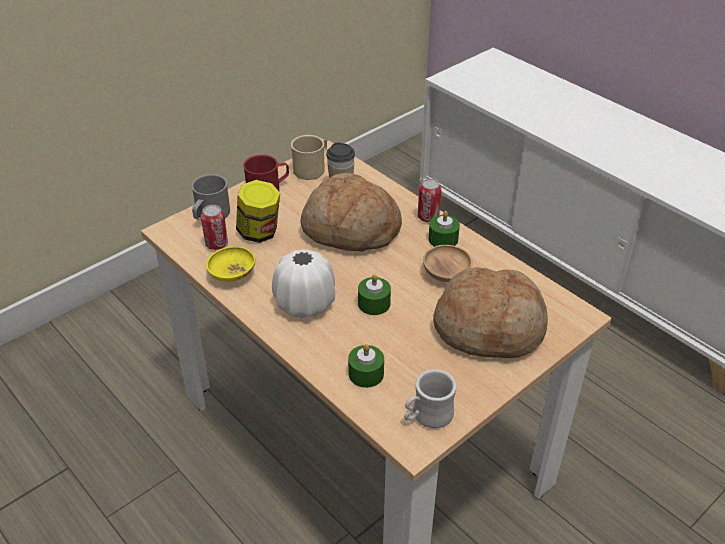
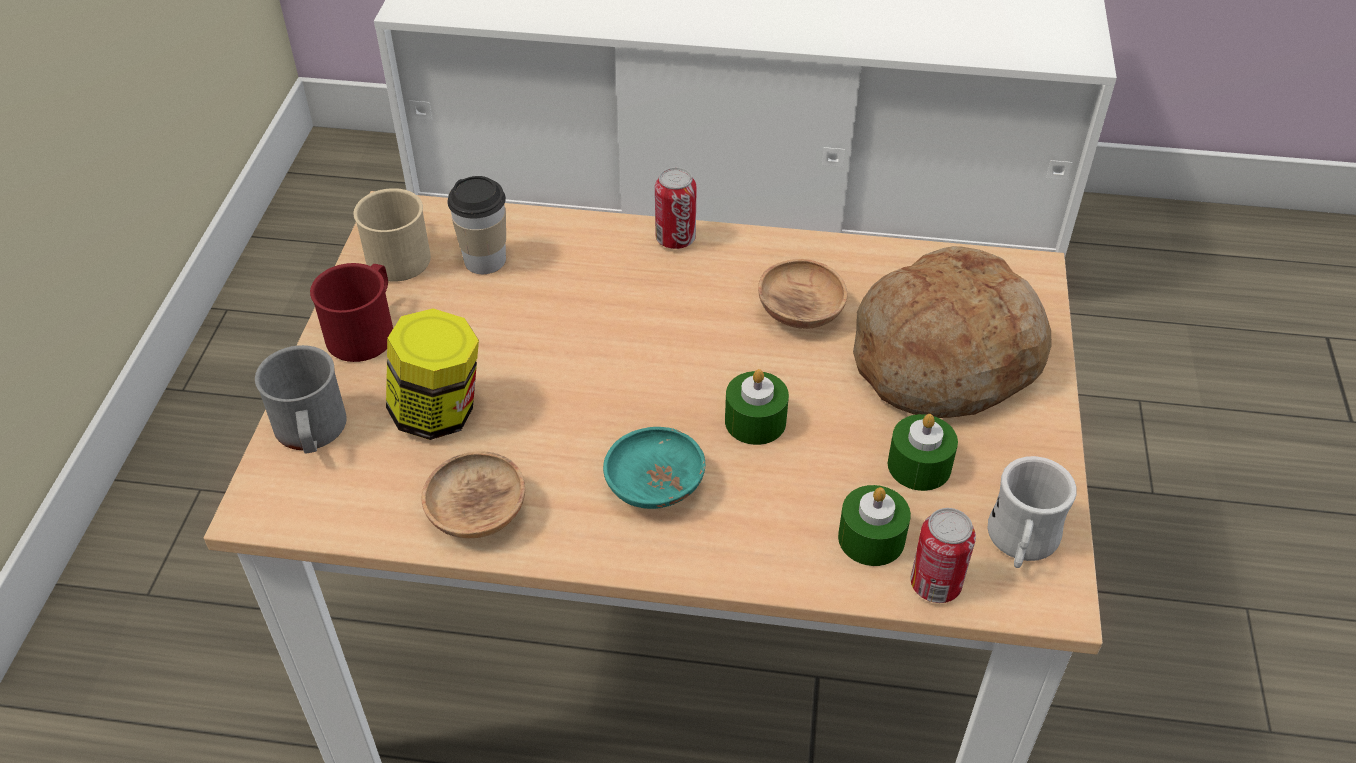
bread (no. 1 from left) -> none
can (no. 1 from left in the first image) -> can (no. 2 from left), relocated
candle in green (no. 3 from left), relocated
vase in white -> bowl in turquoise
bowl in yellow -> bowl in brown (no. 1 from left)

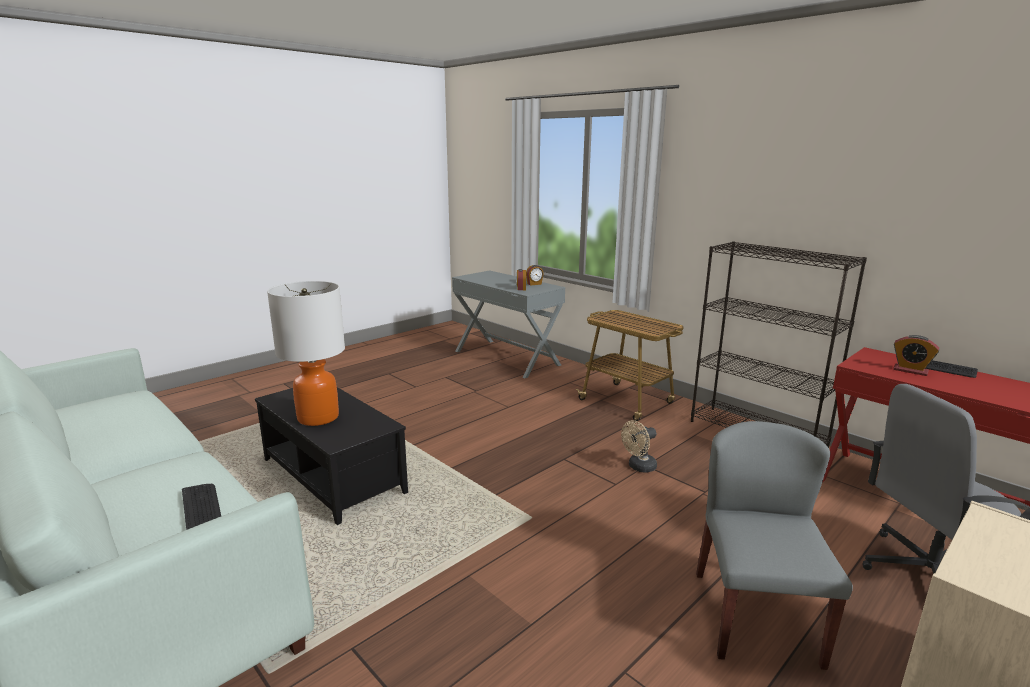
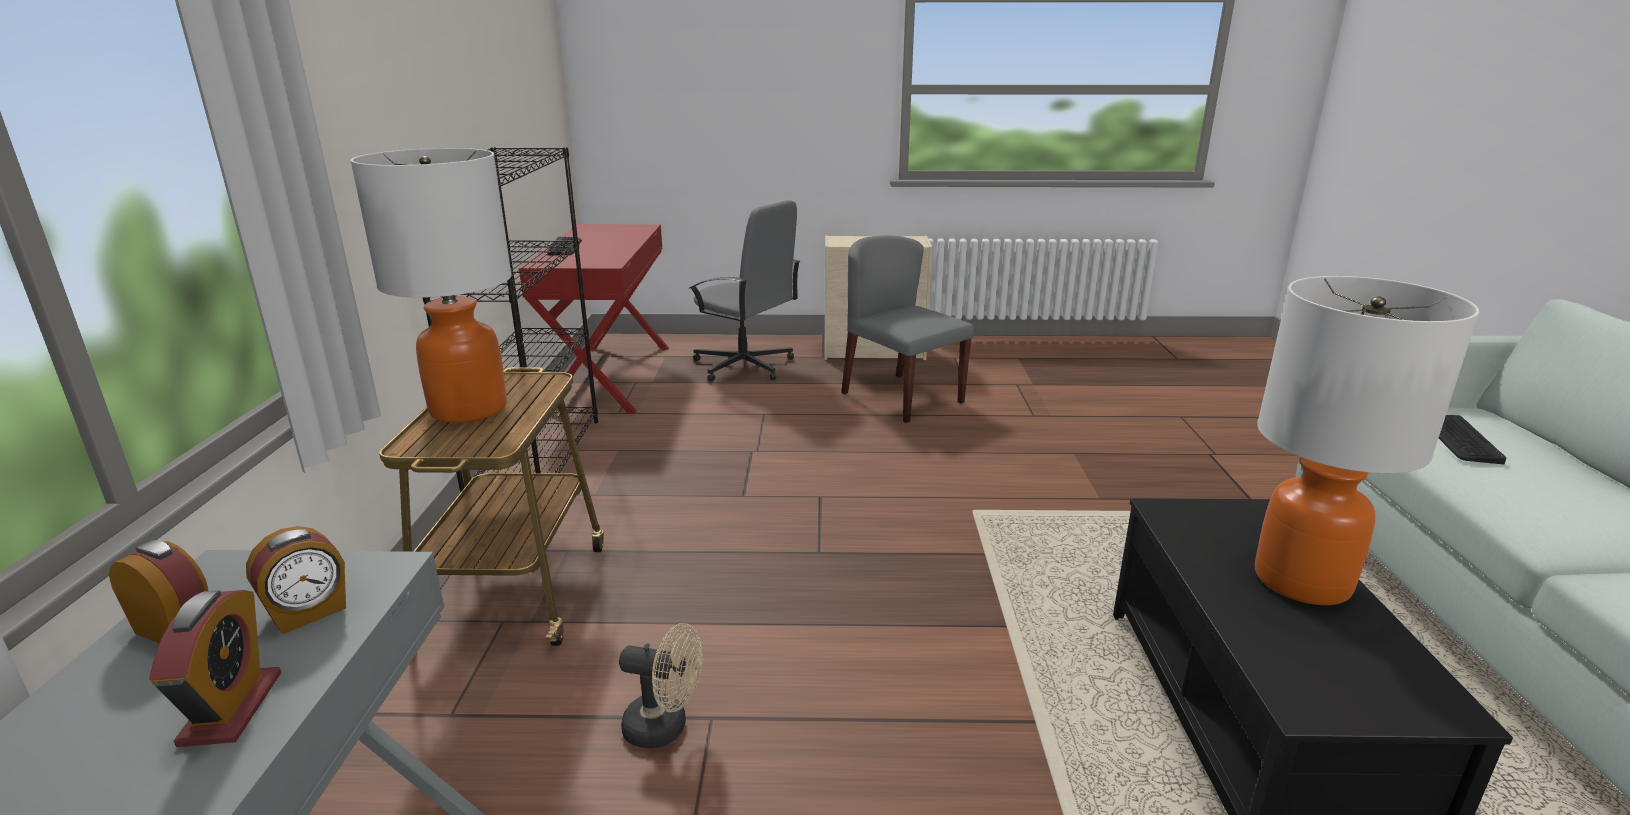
none -> table lamp (no. 1 from left)
fan in beige, relocated
alarm clock (no. 3 from left in the first image) -> alarm clock (no. 2 from left), relocated
chair in grey, 90 degrees clockwise

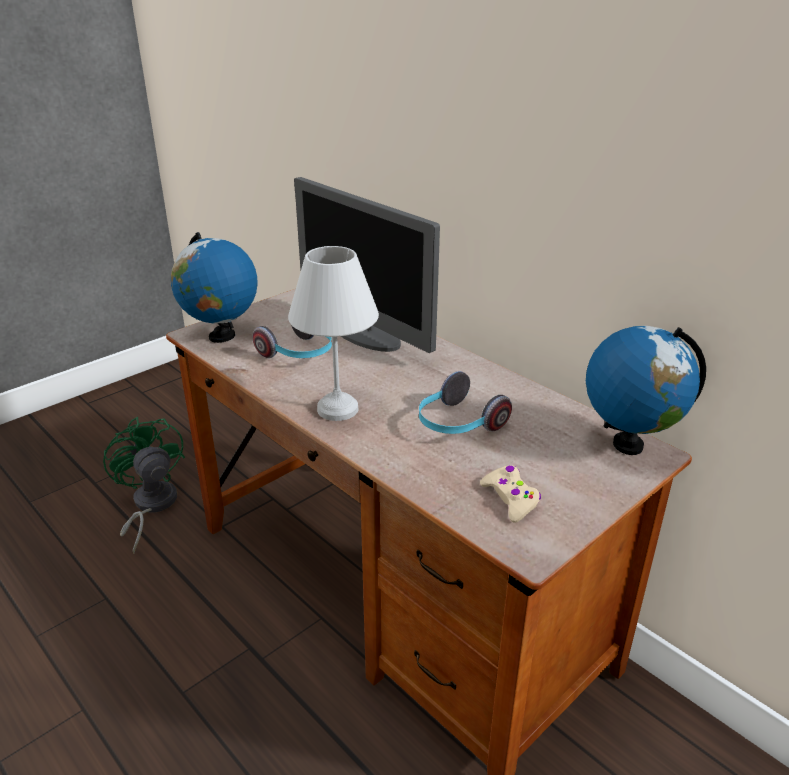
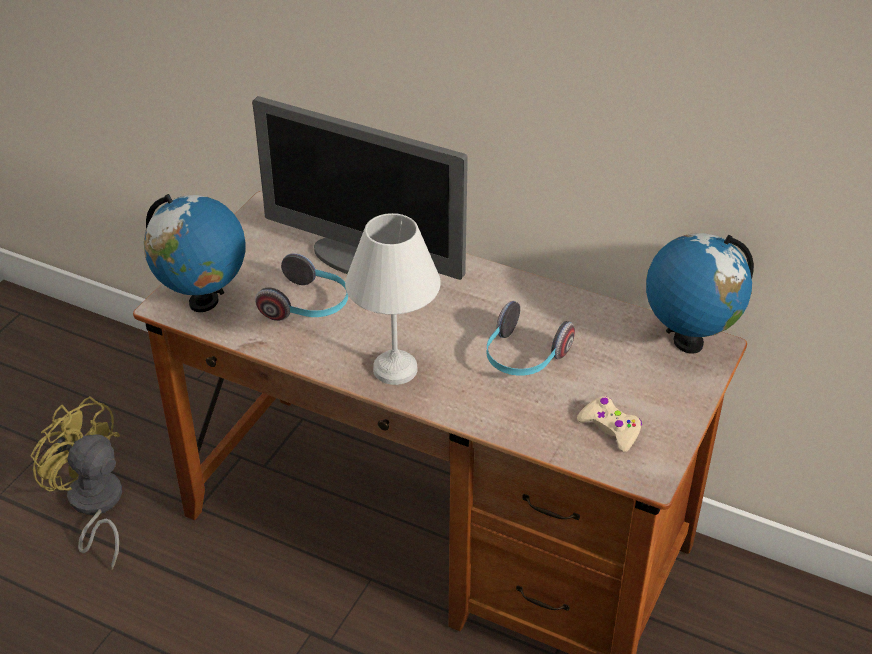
fan in green -> fan in yellow

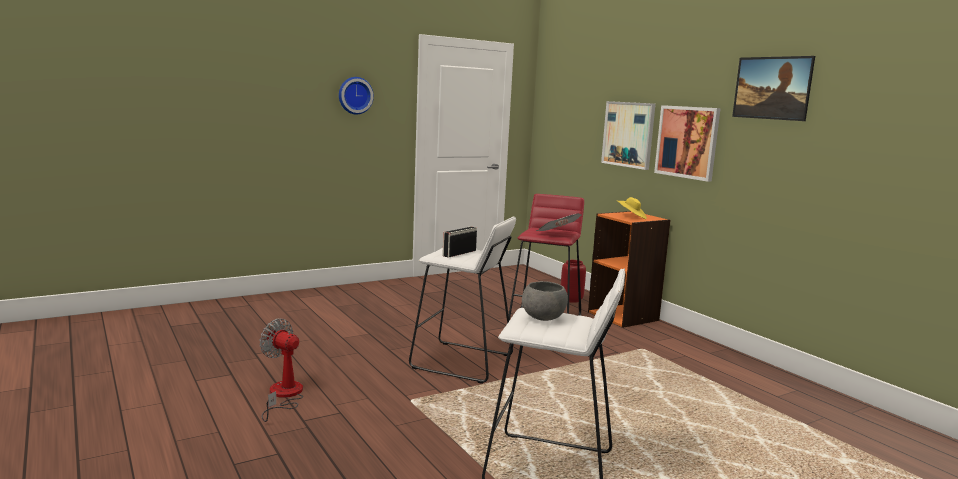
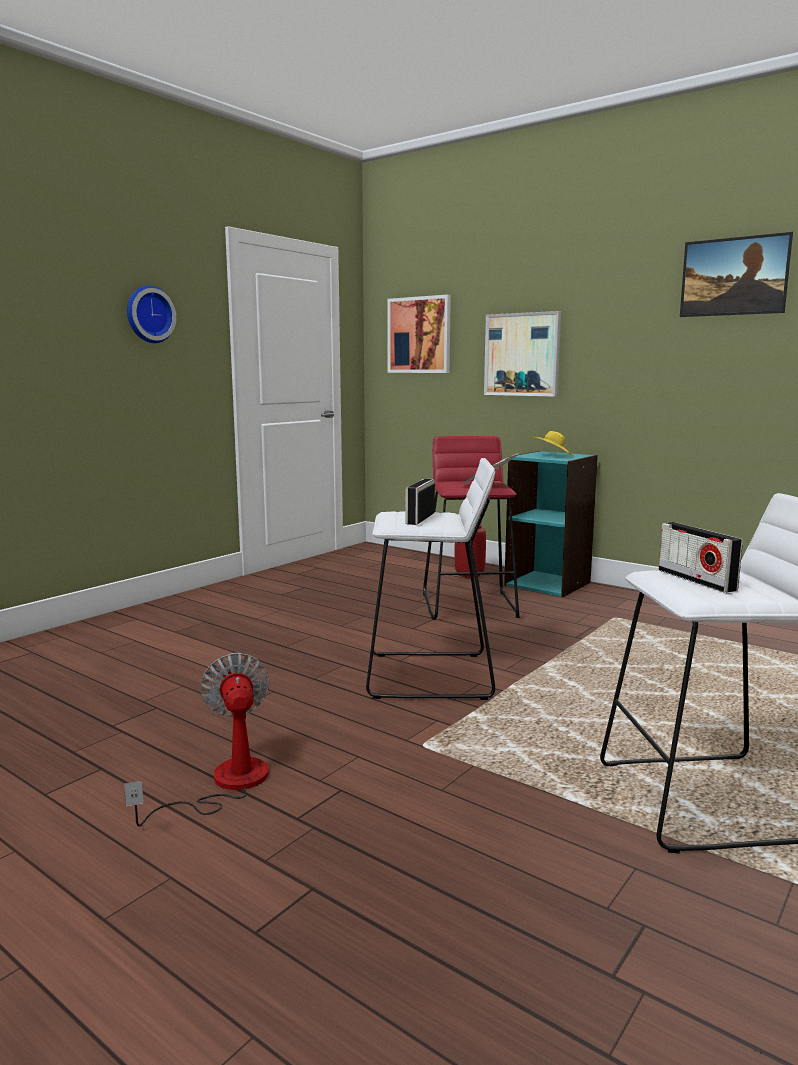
picture (no. 2 from left in the first image) -> picture (no. 1 from left), relocated
bowl in grey -> radio (no. 2 from left)
bookcase in orange -> bookcase in turquoise
fan, 60 degrees clockwise

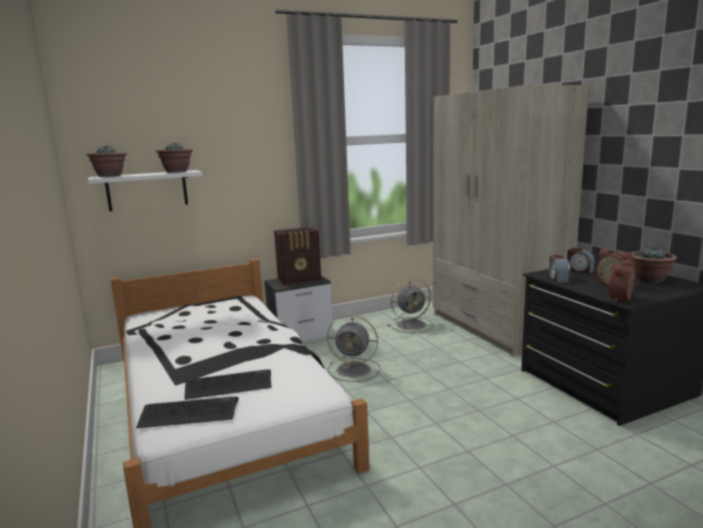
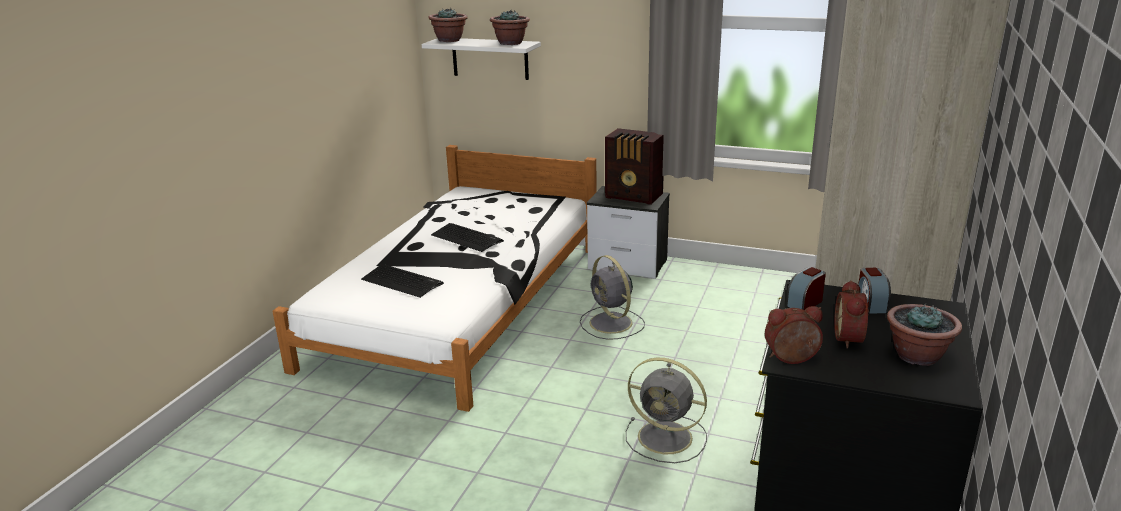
keyboard (no. 1 from left in the first image) -> keyboard (no. 2 from left), relocated
fan in grey (no. 2 from left), relocated

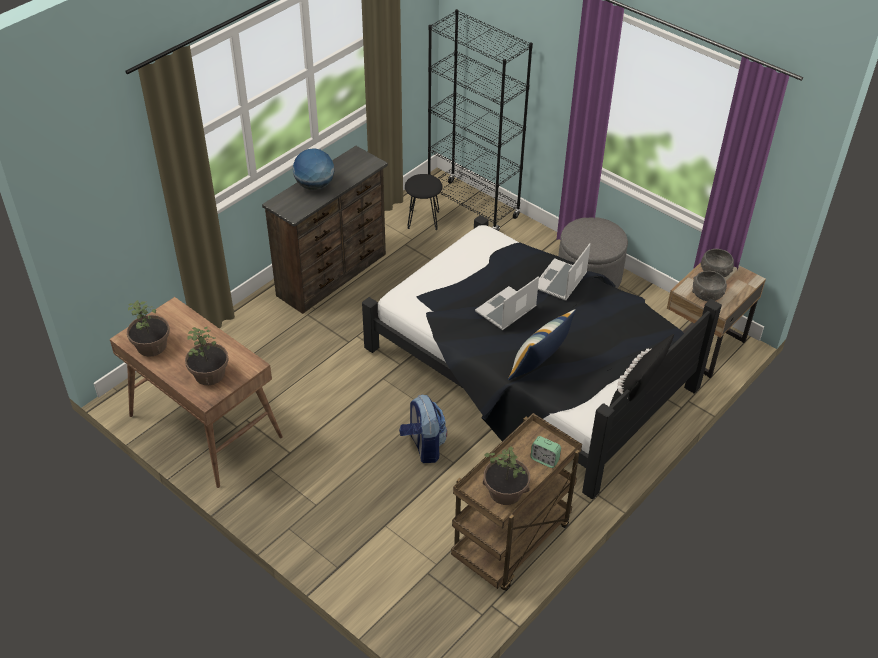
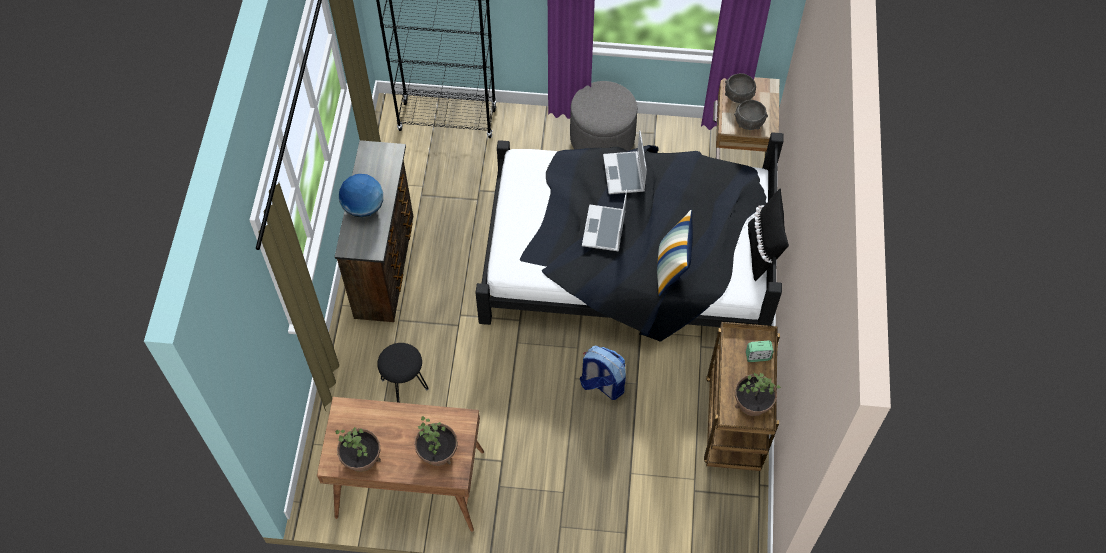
stool in black, relocated

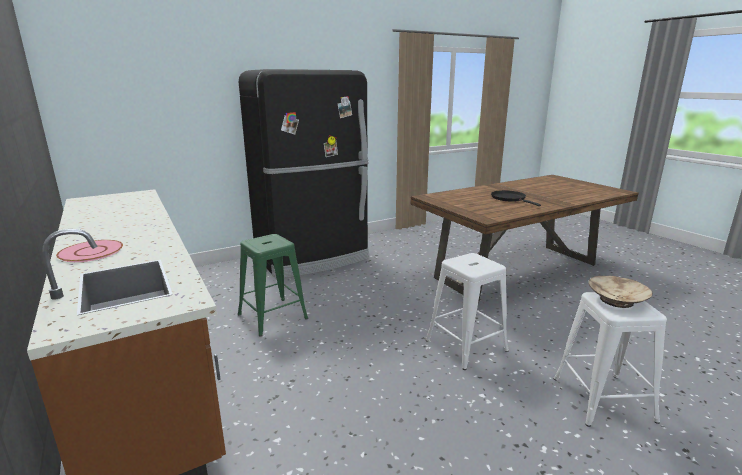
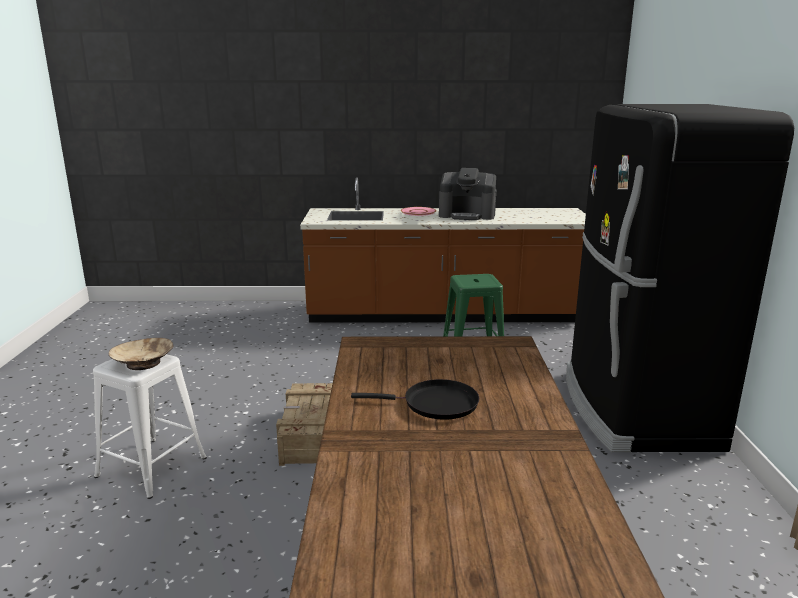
none -> coffee machine
stool in white (no. 1 from left) -> crate

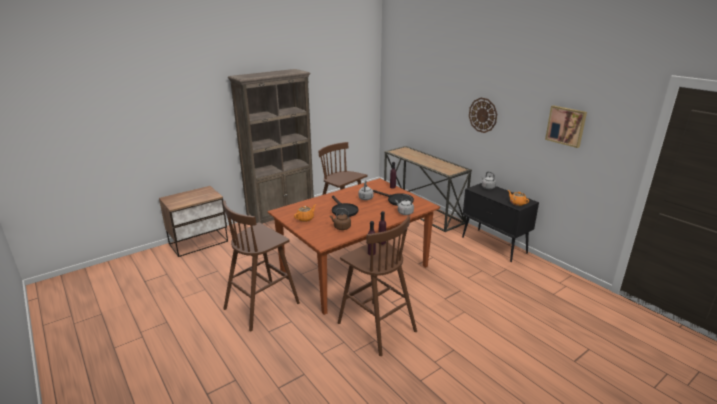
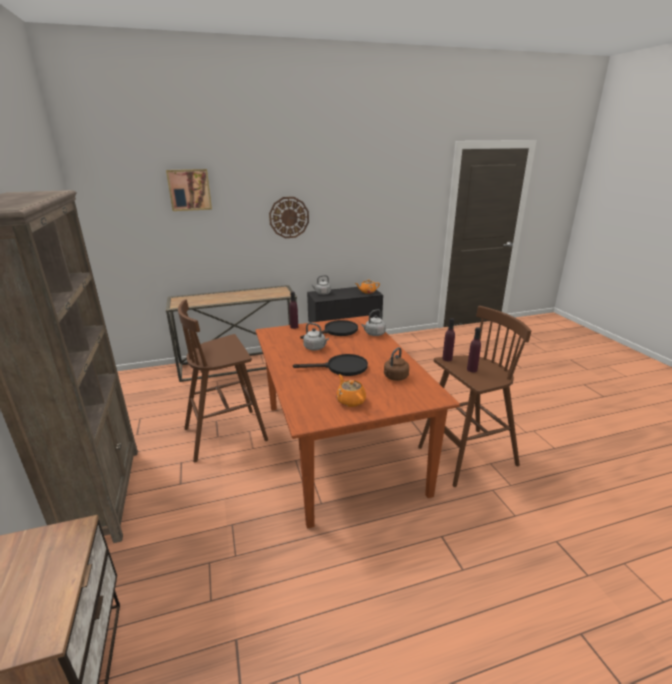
stool in brown (no. 1 from left) -> none
picture, relocated

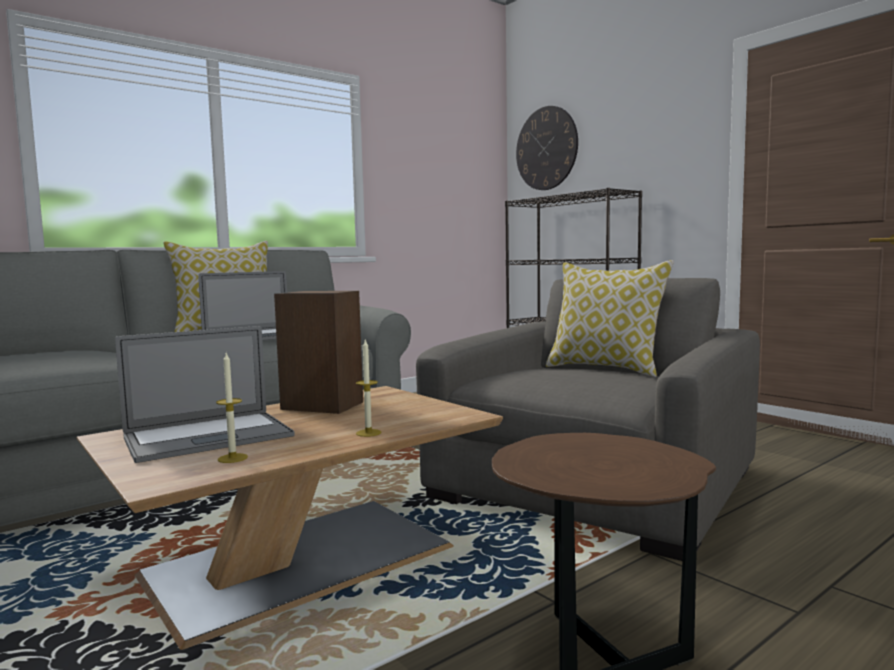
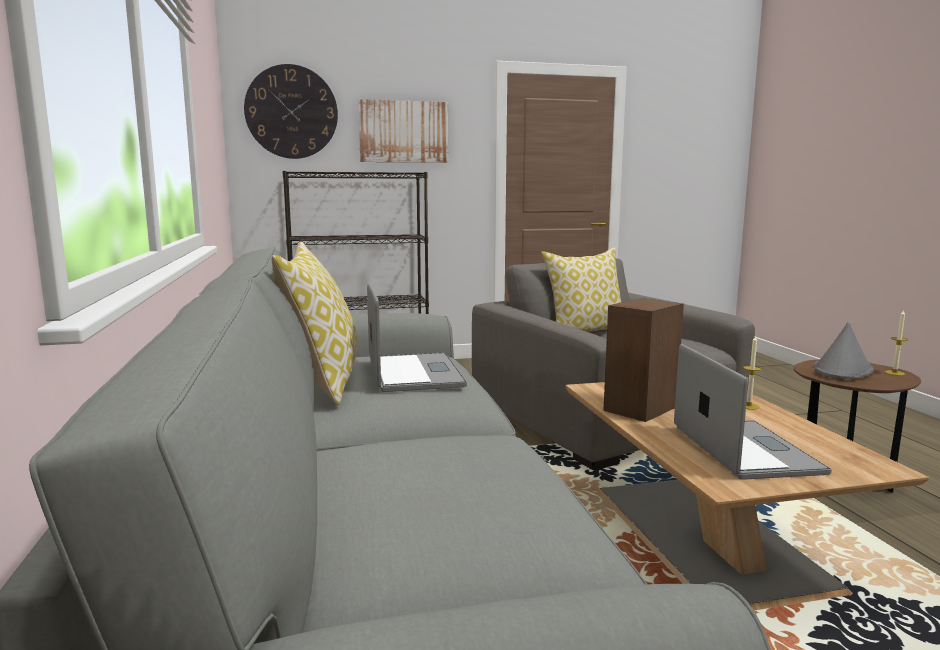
none -> picture
none -> hat in grey
candle (no. 1 from left in the first image) -> candle (no. 2 from left), relocated

